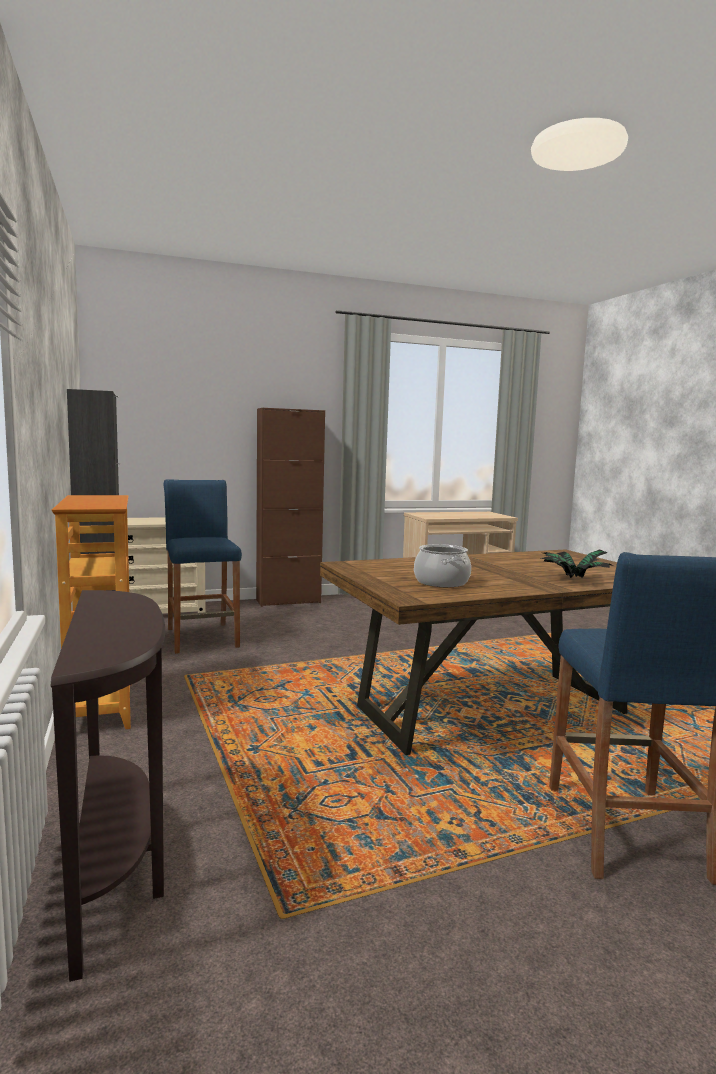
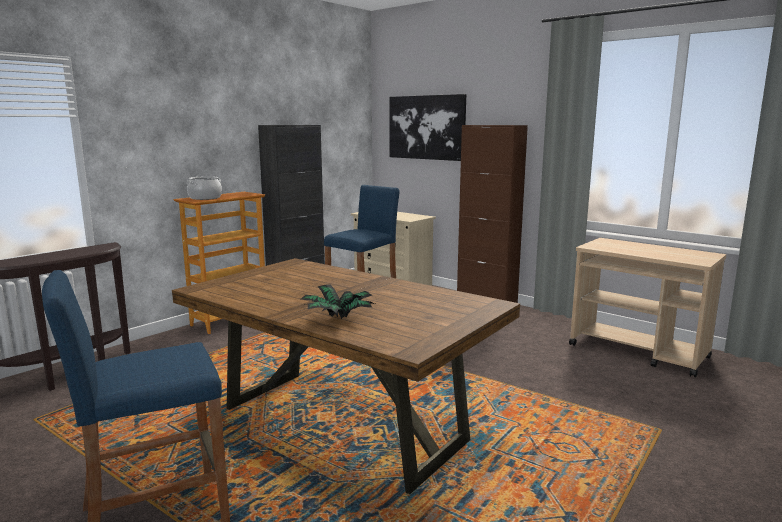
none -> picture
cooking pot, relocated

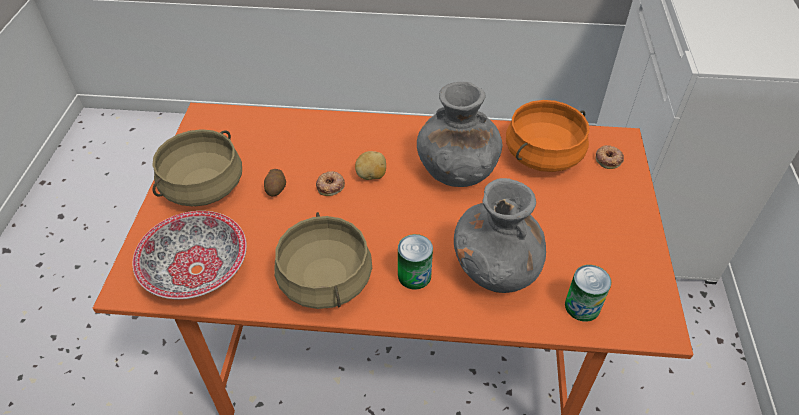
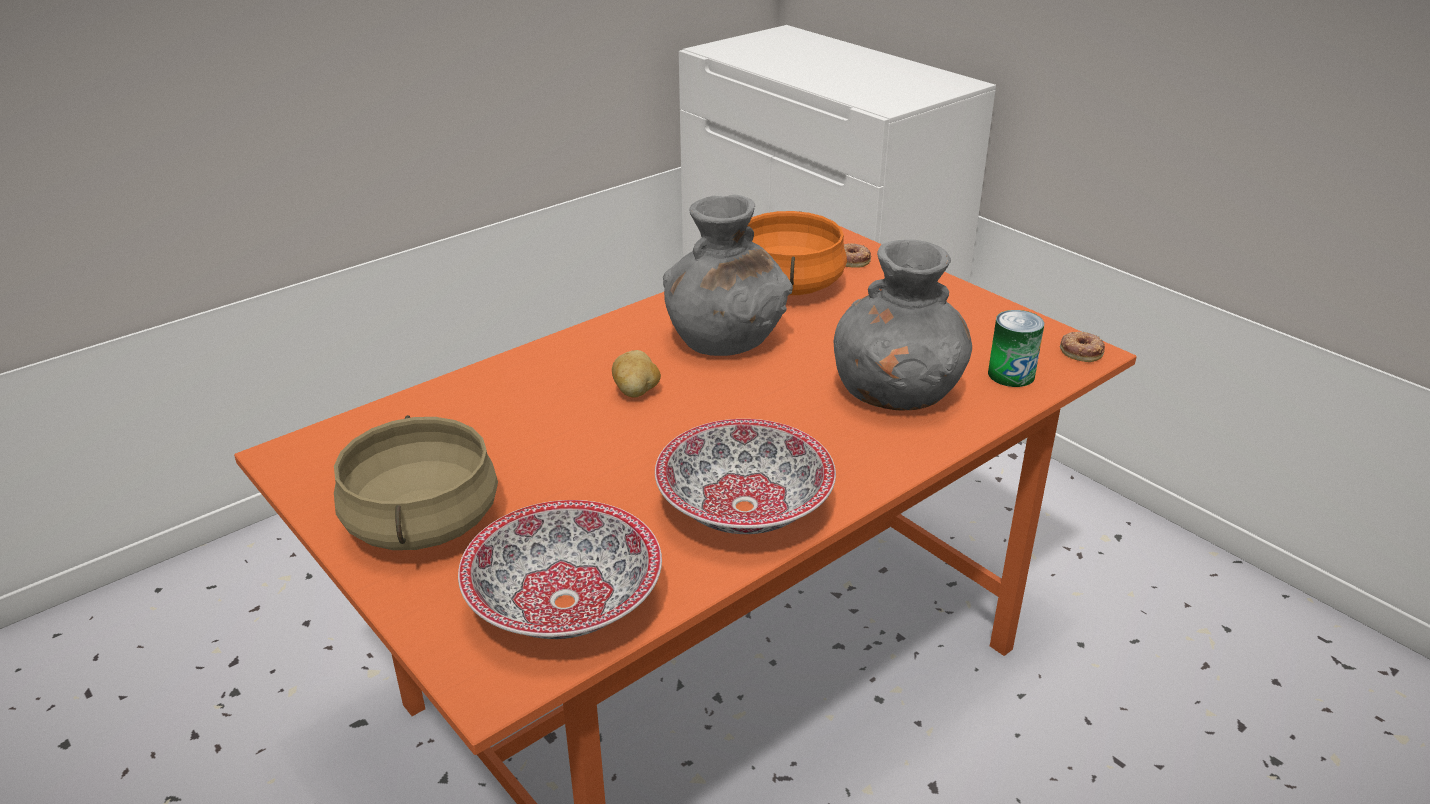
potato (no. 1 from left) -> none
can (no. 1 from left) -> none
donut (no. 1 from left in the first image) -> donut (no. 2 from left), relocated
cooking pot in beige (no. 2 from left) -> bowl (no. 2 from left)

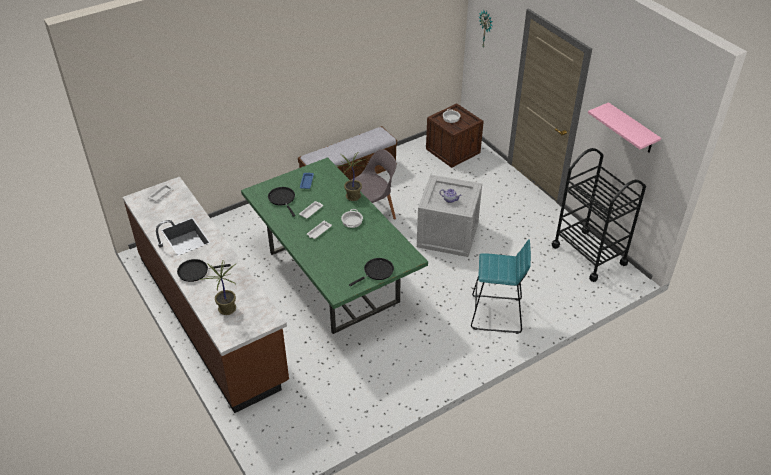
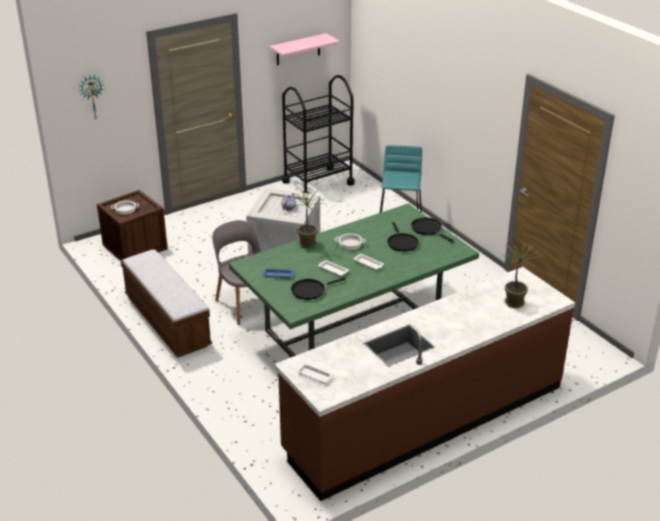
frying pan in black (no. 1 from left in the first image) -> frying pan in black (no. 2 from left), relocated

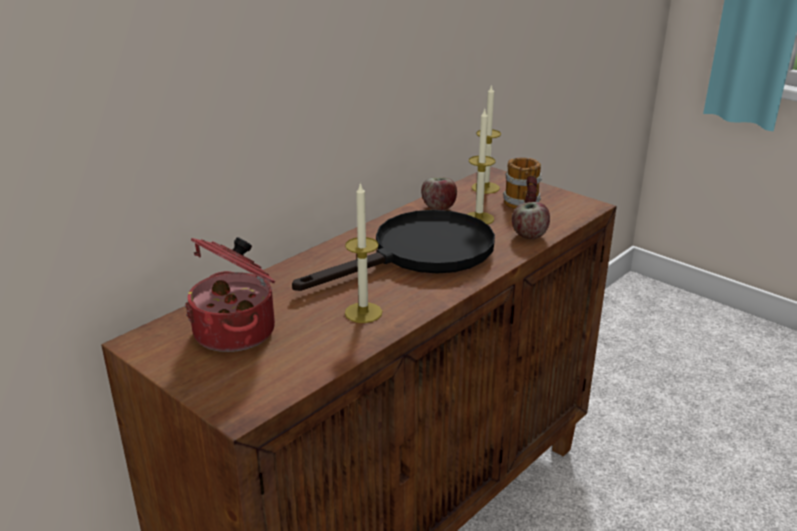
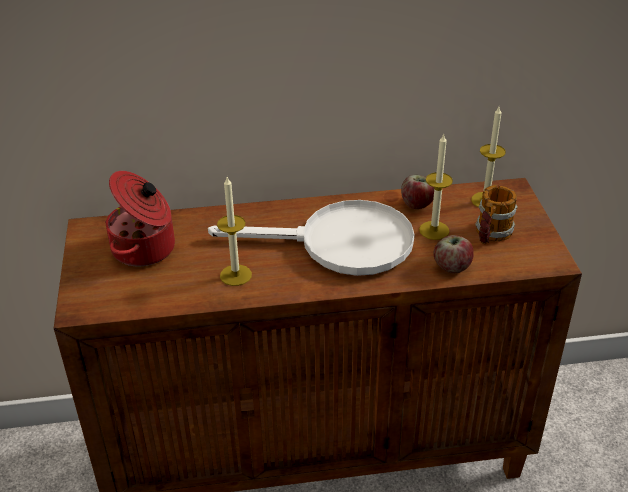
frying pan in black -> frying pan in white

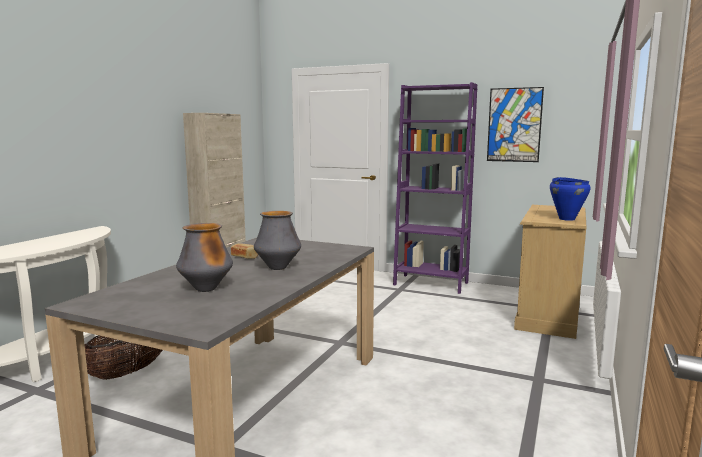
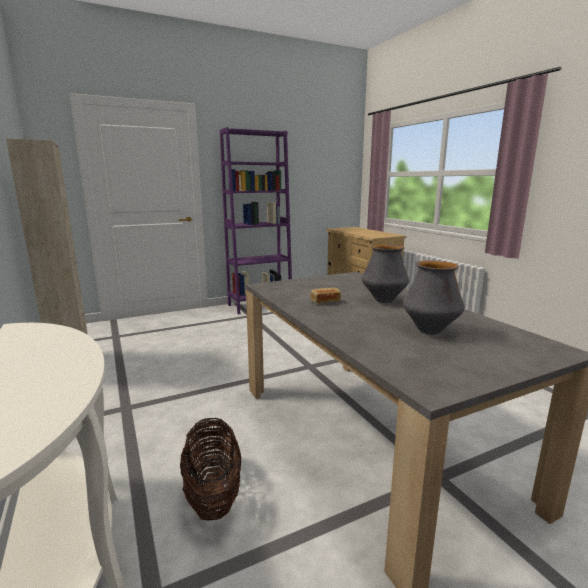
picture -> none
cooking pot in blue -> none

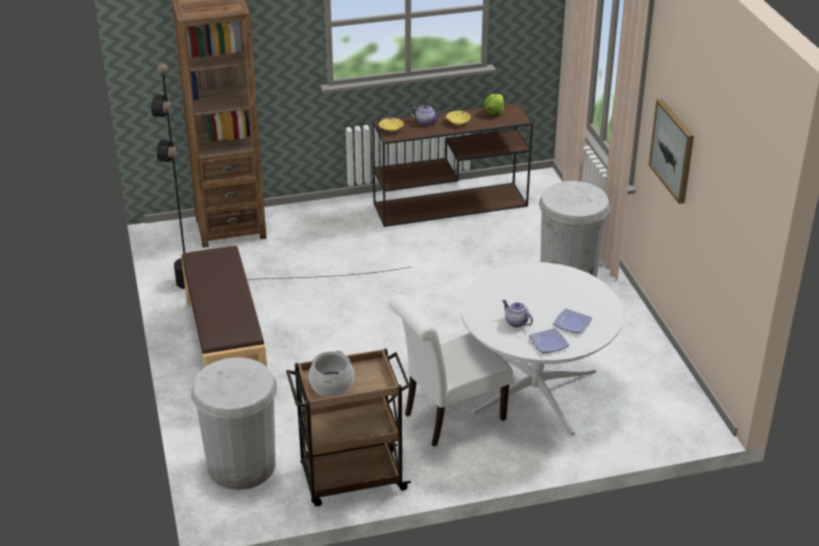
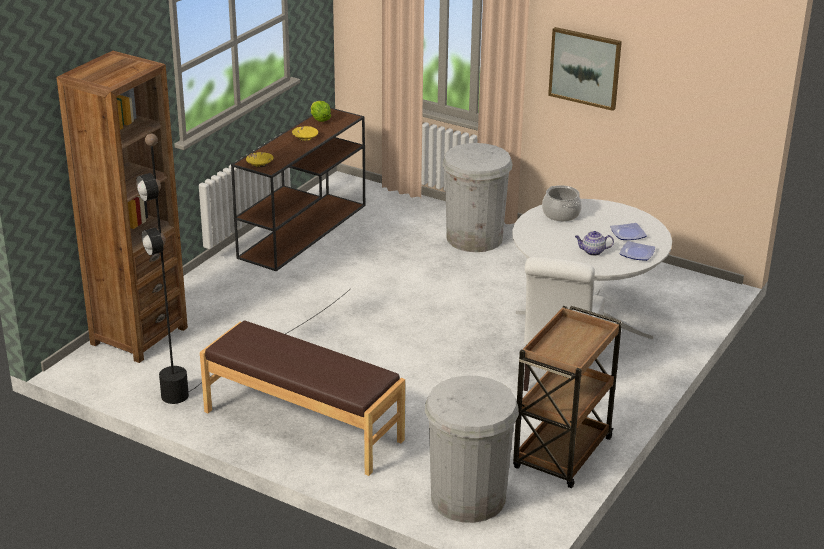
teapot (no. 1 from left) -> none
cooking pot, relocated

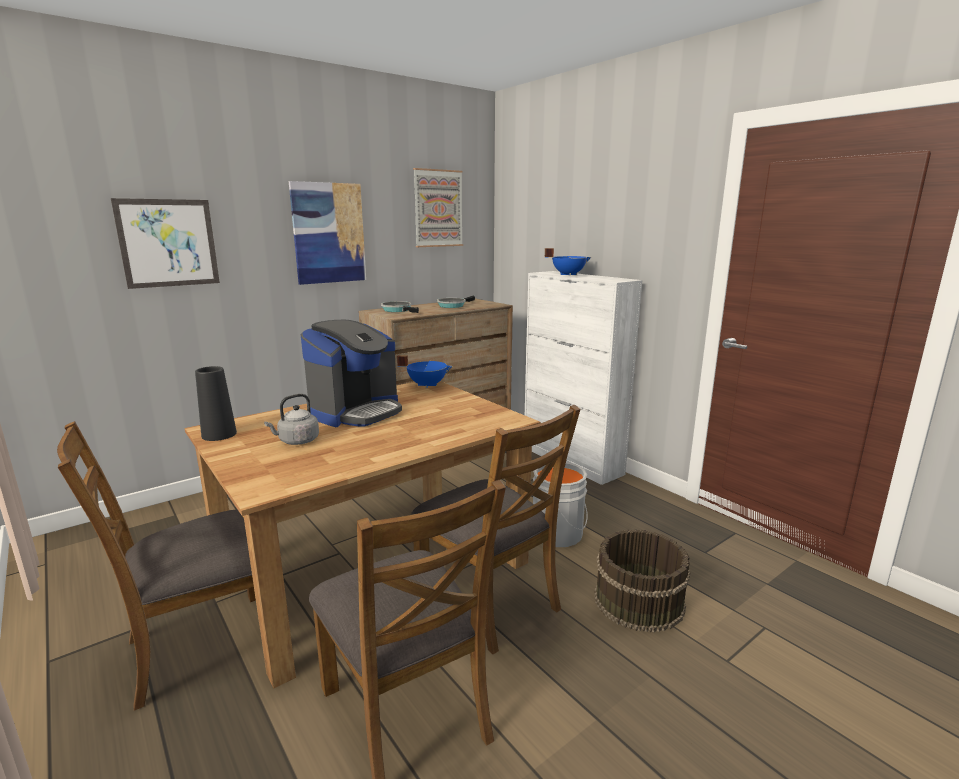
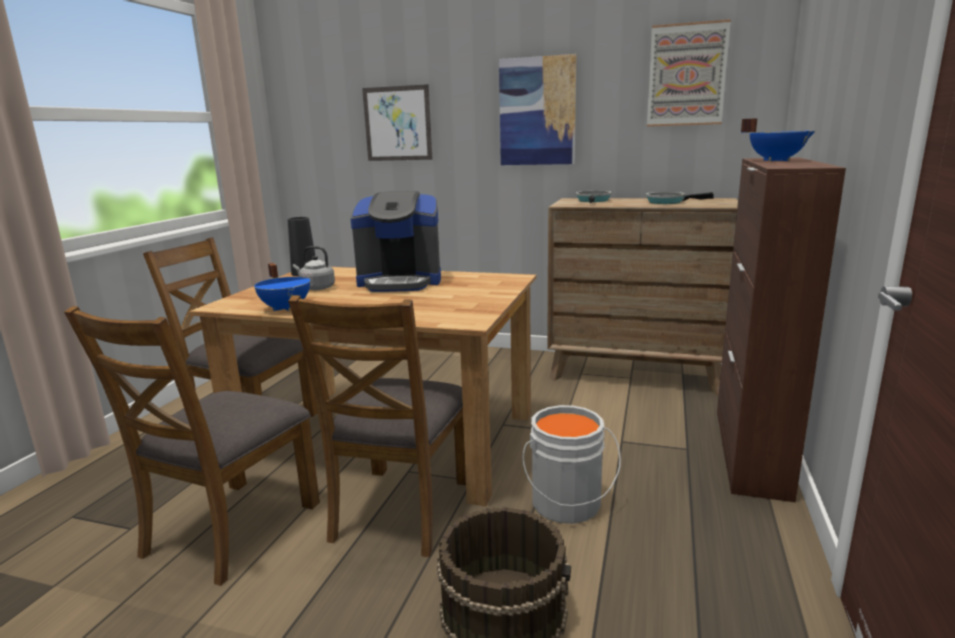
cooking pot in blue (no. 1 from left), relocated
cabinet in white -> cabinet in brown

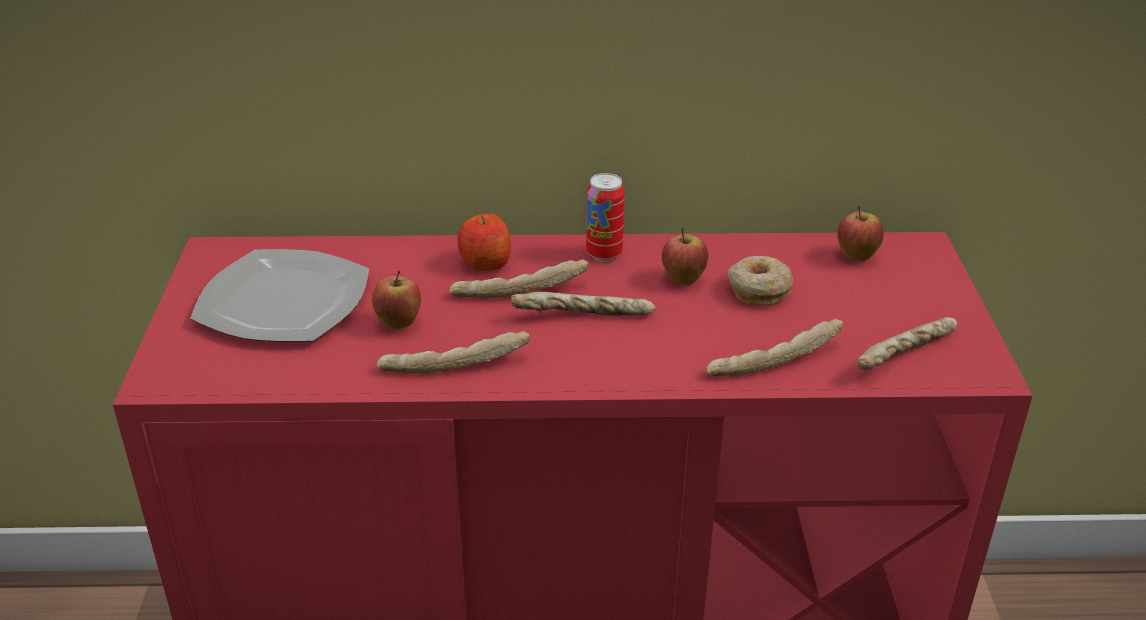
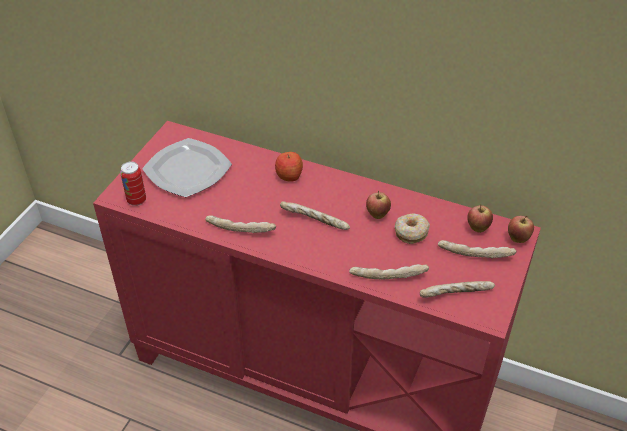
apple (no. 1 from left in the first image) -> apple (no. 4 from left), relocated
bread (no. 2 from left in the first image) -> bread (no. 5 from left), relocated
can, relocated

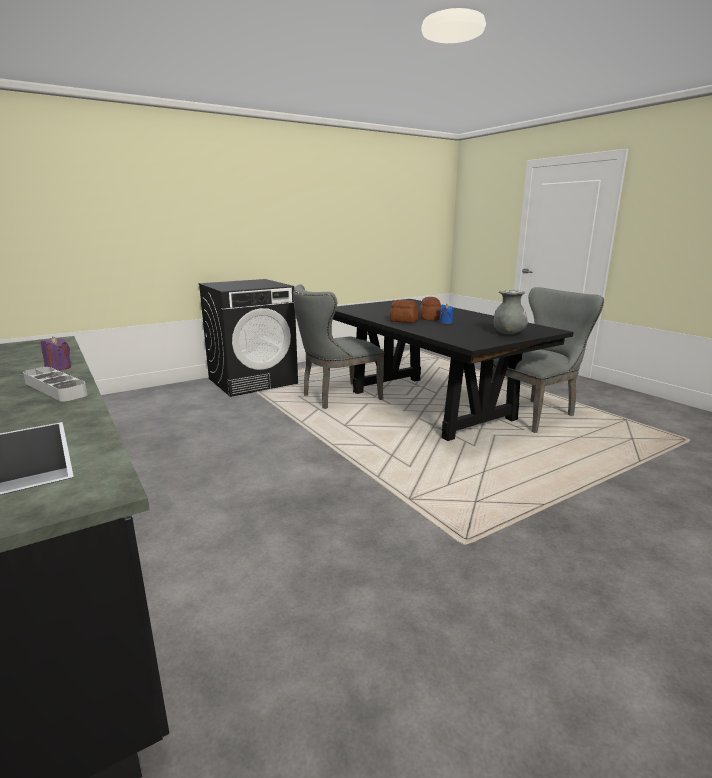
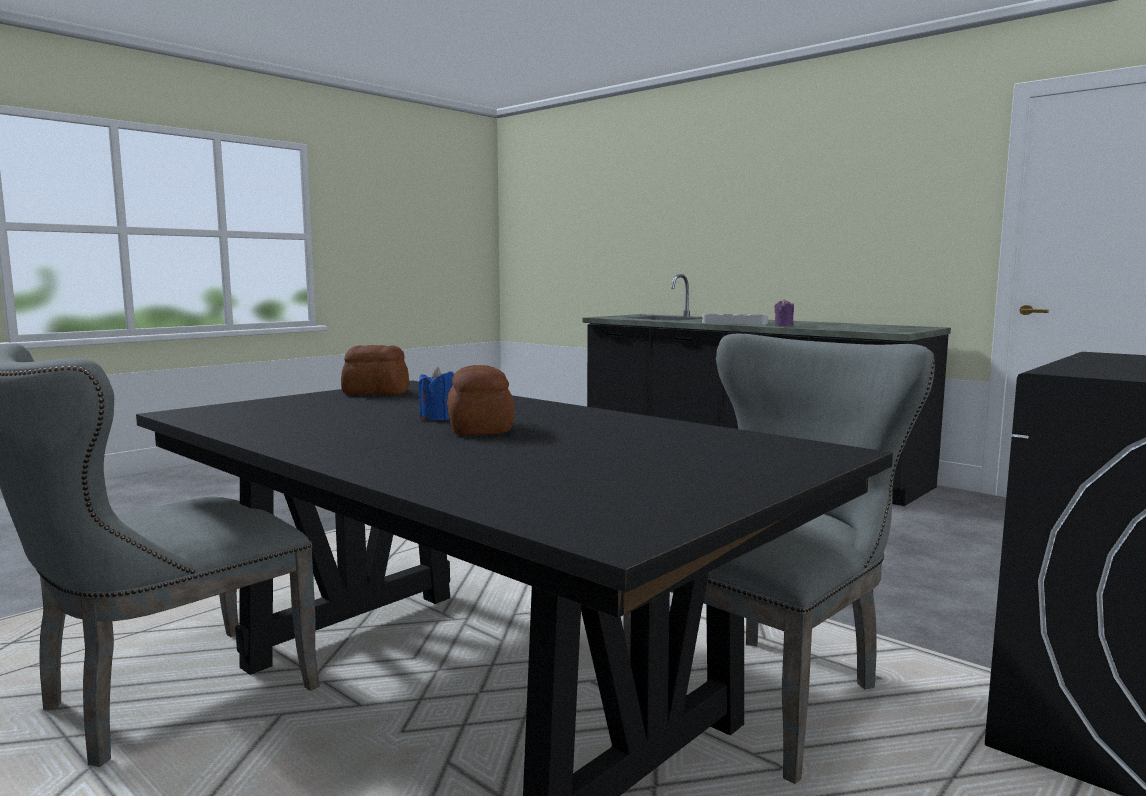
vase in grey -> none
bread (no. 1 from left), relocated

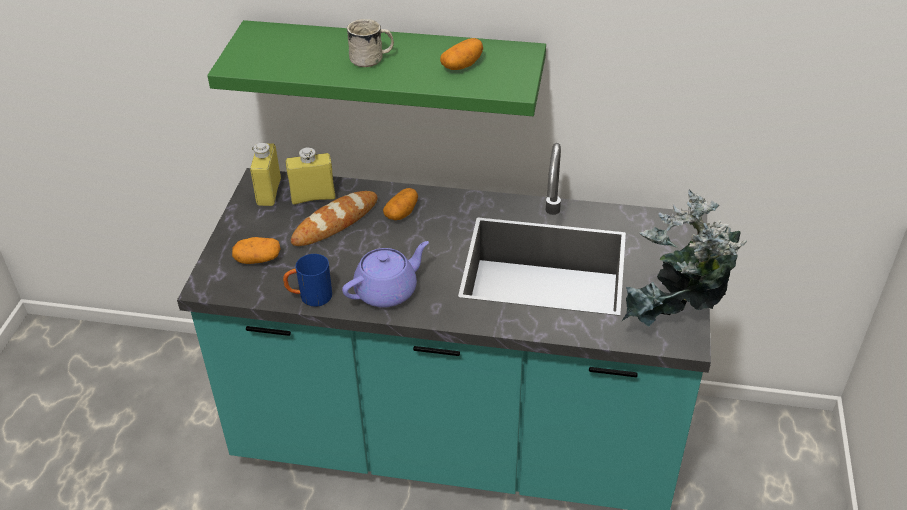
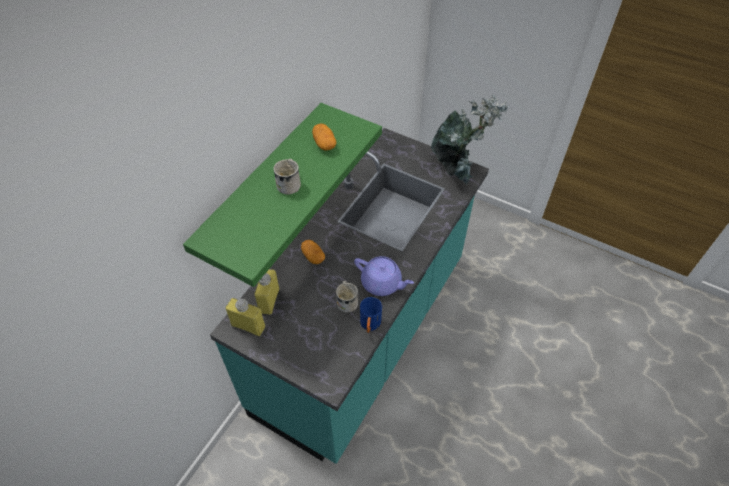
potato (no. 1 from left) -> none
bread -> none
none -> mug in white (no. 2 from left)
teapot in purple, 135 degrees clockwise

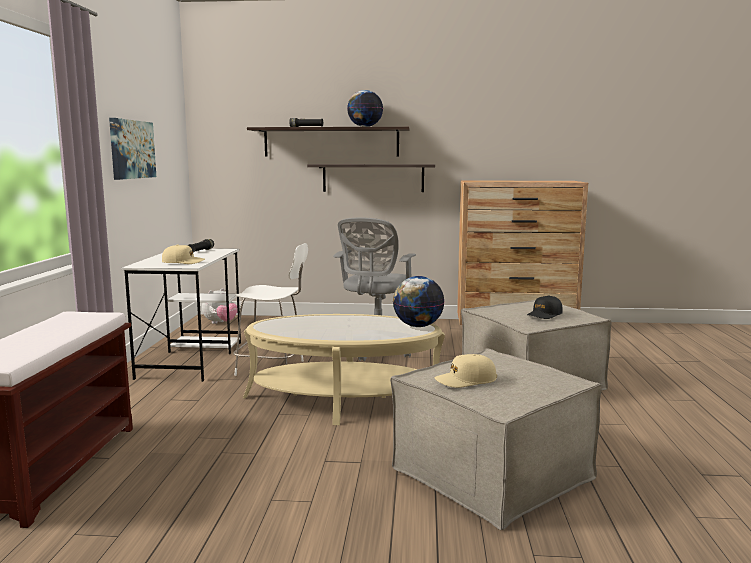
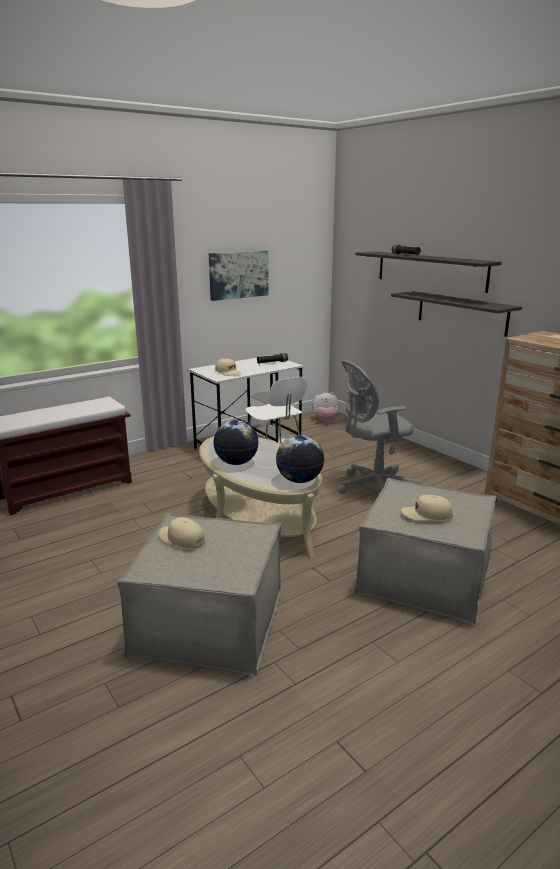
globe (no. 1 from left), relocated
cap in black -> cap in beige (no. 3 from left)

